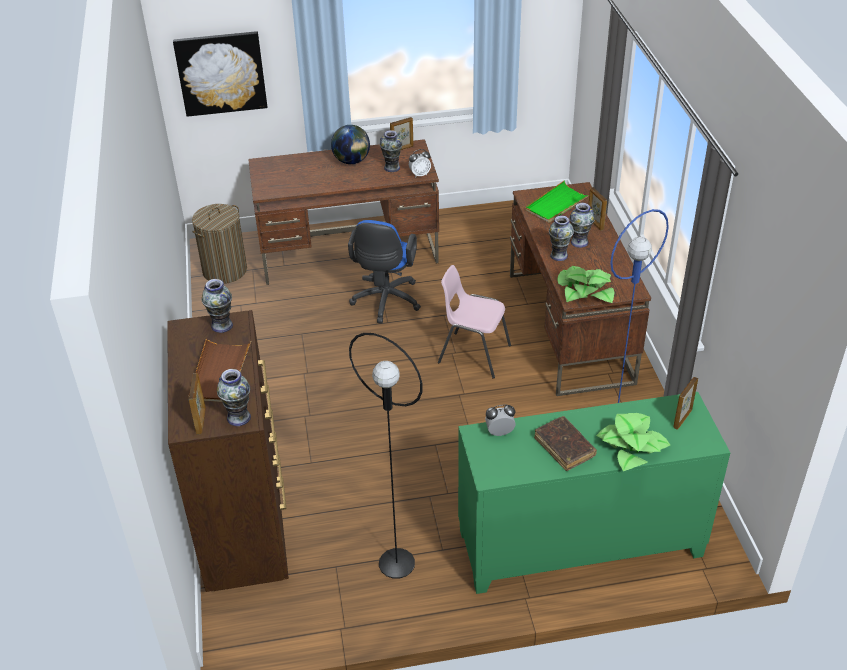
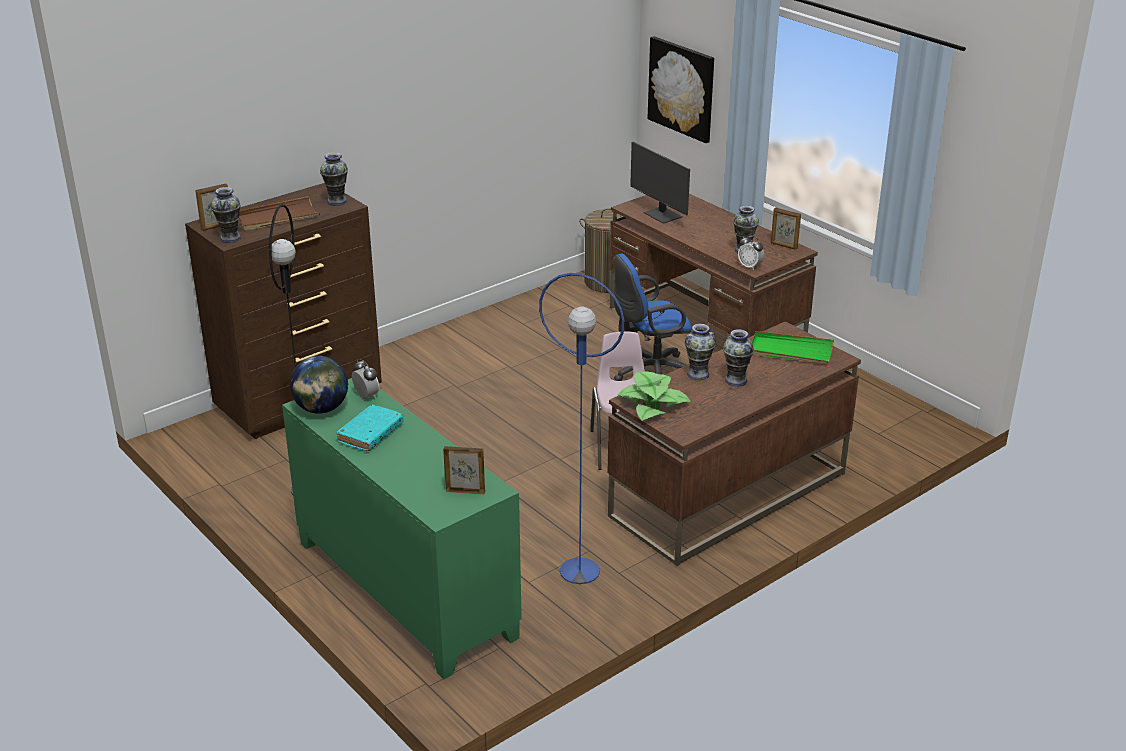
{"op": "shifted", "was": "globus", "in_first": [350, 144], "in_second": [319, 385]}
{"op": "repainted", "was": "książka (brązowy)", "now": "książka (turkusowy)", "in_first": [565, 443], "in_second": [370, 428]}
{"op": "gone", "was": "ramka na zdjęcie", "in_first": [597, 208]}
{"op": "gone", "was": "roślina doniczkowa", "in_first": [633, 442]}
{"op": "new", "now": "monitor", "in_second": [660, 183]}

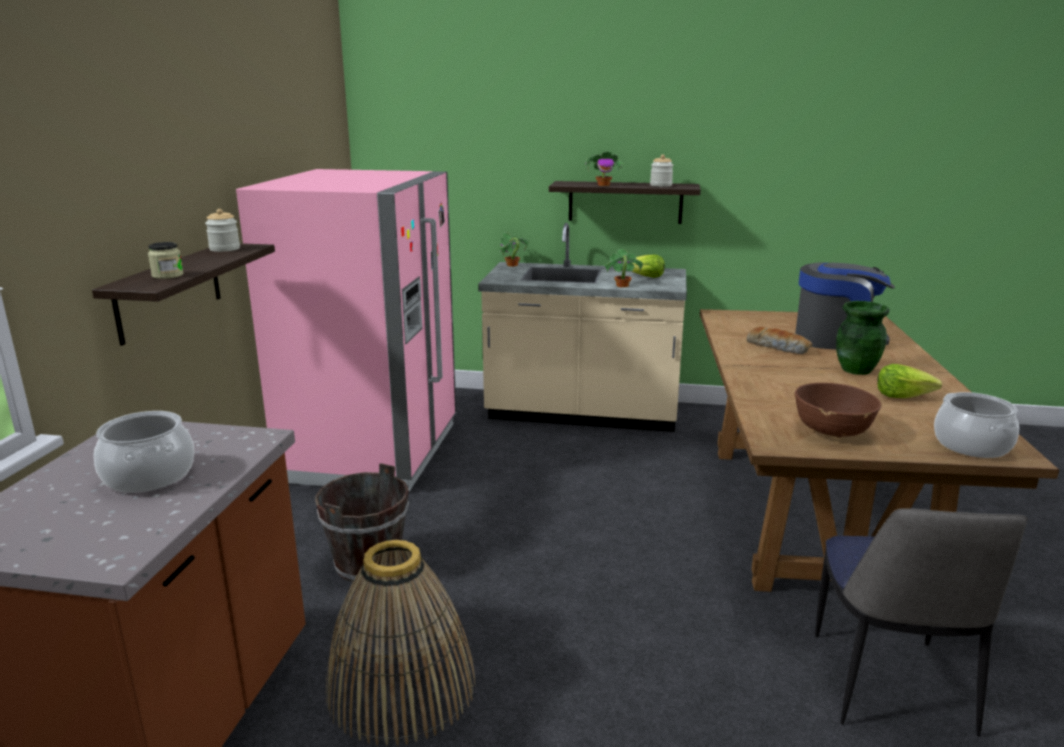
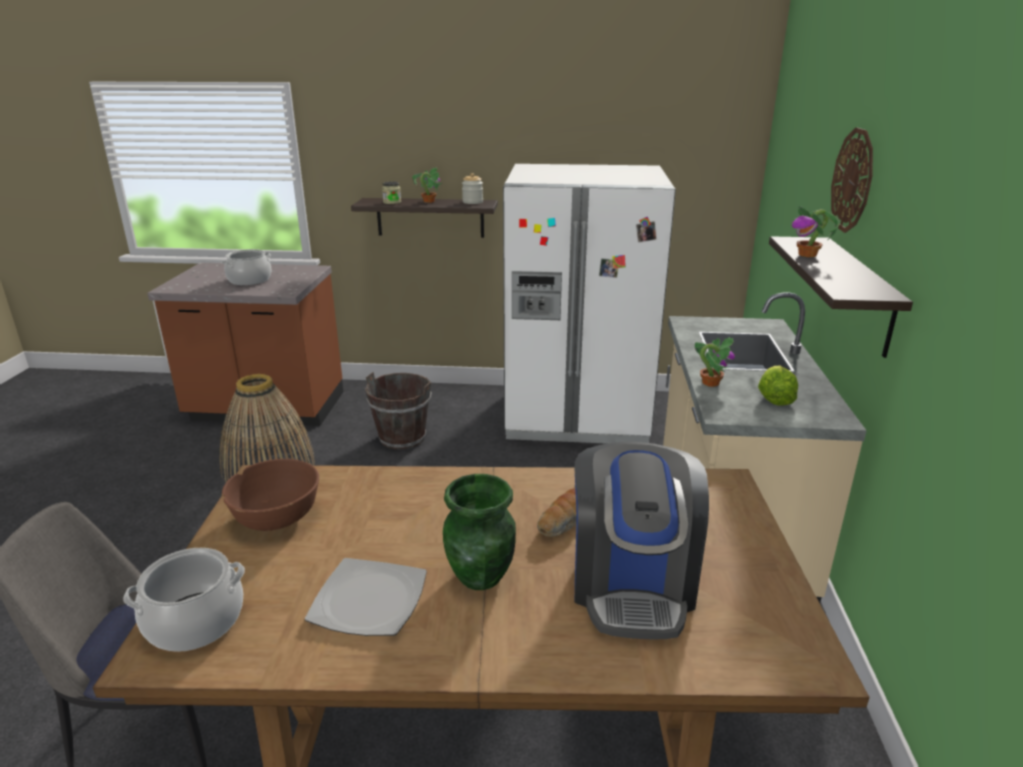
{"op": "repainted", "was": "lodówka (różowy)", "now": "lodówka (biały)", "in_first": [346, 330], "in_second": [589, 304]}
{"op": "shifted", "was": "roślina doniczkowa", "in_first": [512, 249], "in_second": [427, 185]}
{"op": "gone", "was": "słoik", "in_first": [662, 171]}
{"op": "swapped", "was": "sałata", "now": "talerz", "in_first": [909, 381], "in_second": [366, 597]}
{"op": "new", "now": "zegar ścienny", "in_second": [852, 180]}

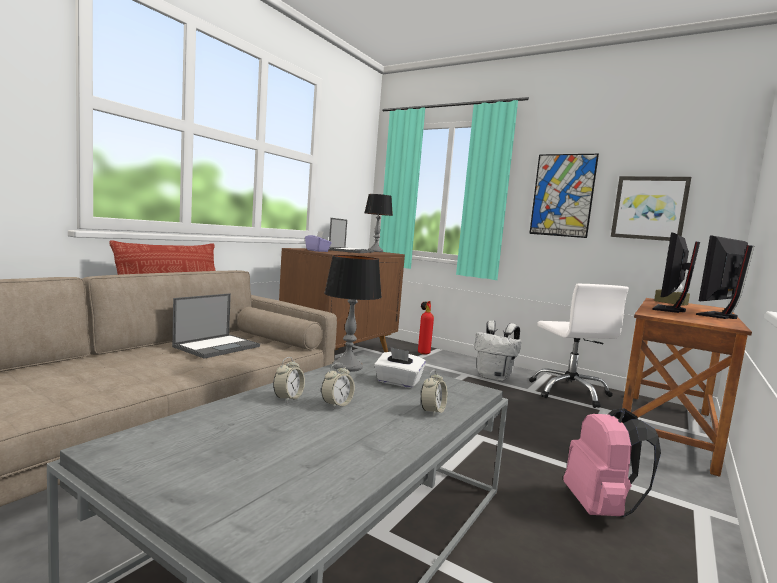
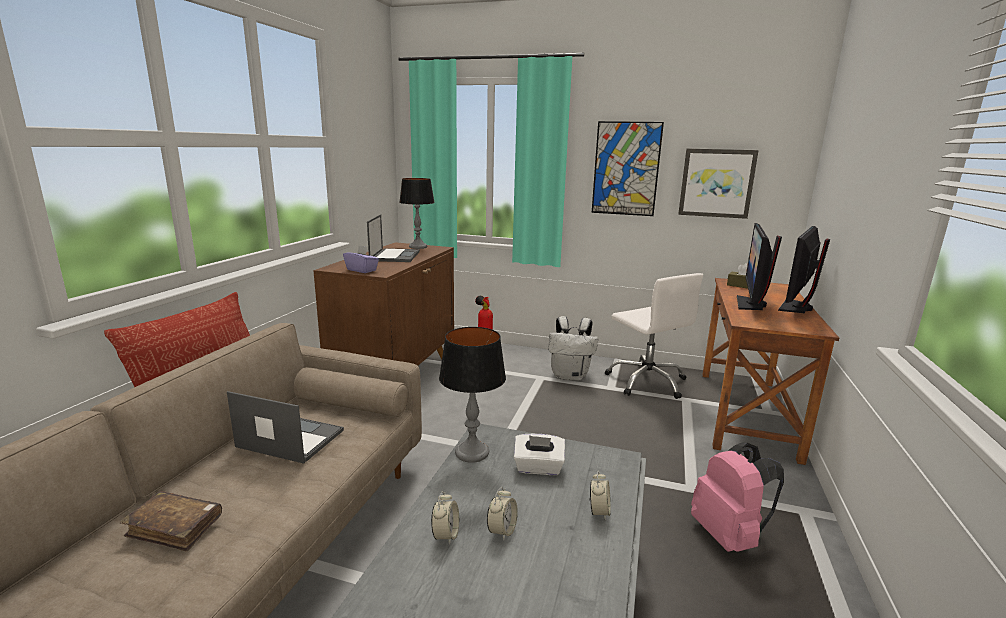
{"op": "rotated", "was": "laptop", "in_first": [216, 326], "in_second": [285, 427], "clockwise": -90}
{"op": "new", "now": "książka (brązowy)", "in_second": [171, 521]}

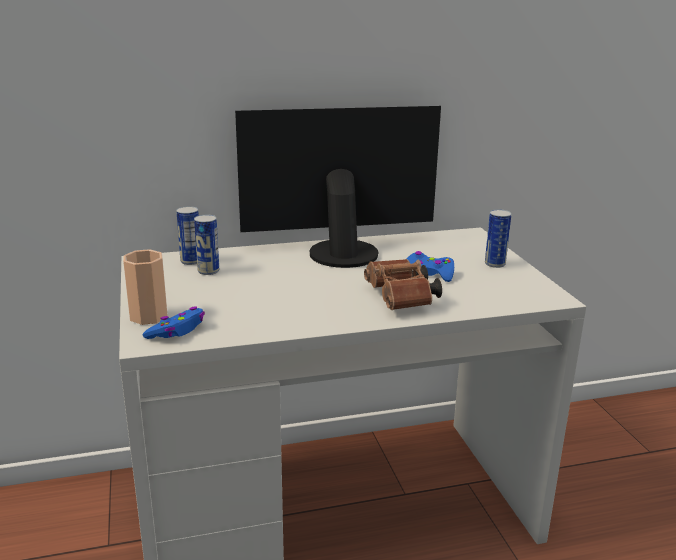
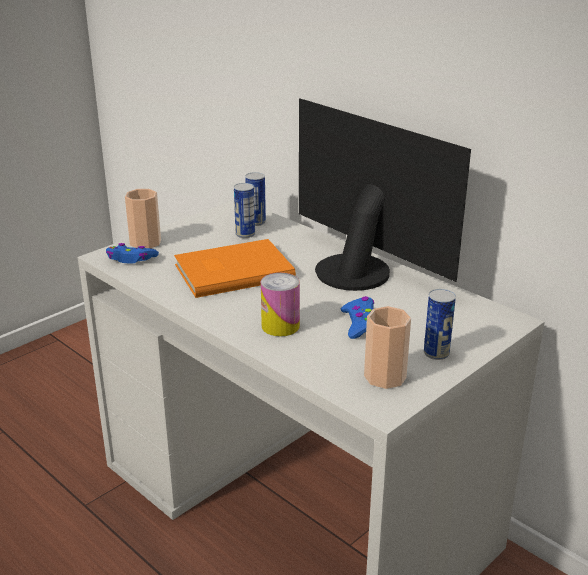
{"op": "swapped", "was": "lornetka (brązowy)", "now": "puszka", "in_first": [403, 284], "in_second": [280, 304]}
{"op": "new", "now": "książka (pomarańczowy)", "in_second": [235, 268]}
{"op": "new", "now": "filiżanka", "in_second": [387, 347]}

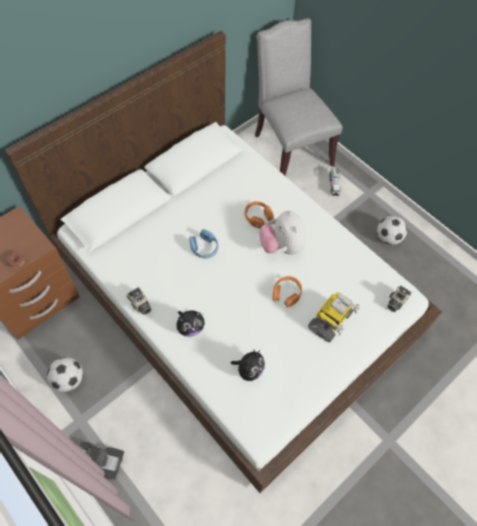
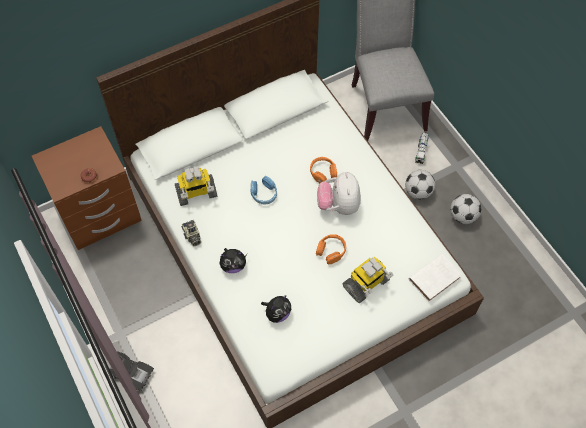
{"op": "shifted", "was": "piłka futbolowa", "in_first": [65, 374], "in_second": [420, 184]}
{"op": "swapped", "was": "aparat fotograficzny", "now": "książka (biały)", "in_first": [399, 298], "in_second": [435, 278]}
{"op": "new", "now": "robot zabawkowy", "in_second": [196, 186]}

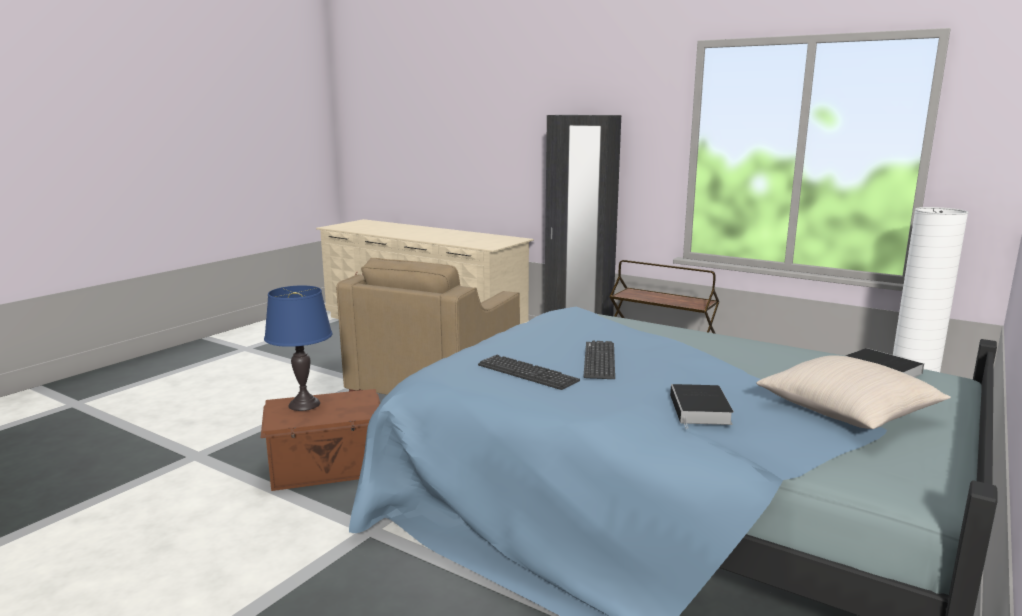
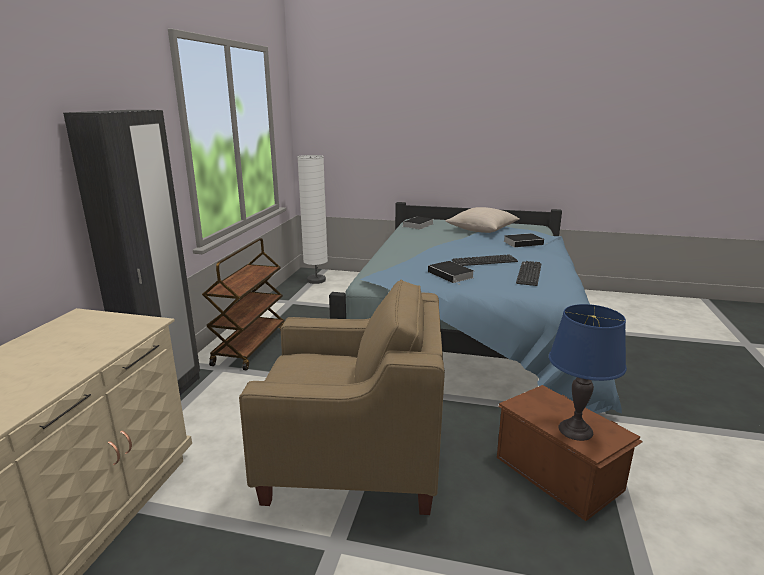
{"op": "new", "now": "książka", "in_second": [451, 272]}

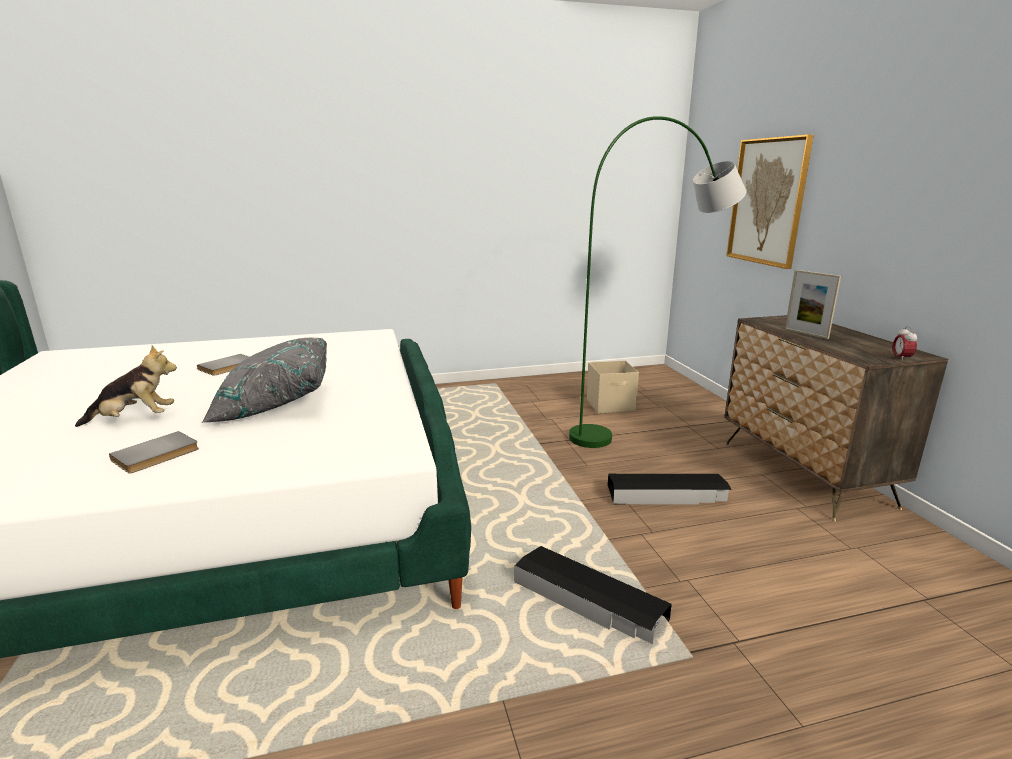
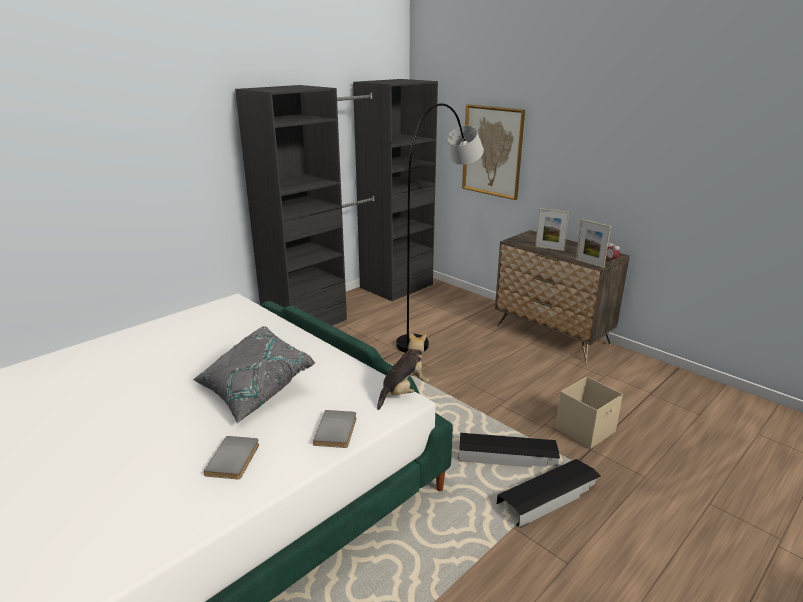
{"op": "shifted", "was": "pluszak", "in_first": [126, 386], "in_second": [403, 371]}
{"op": "shifted", "was": "książka (szary)", "in_first": [223, 365], "in_second": [334, 429]}
{"op": "repainted", "was": "lampa stojąca (zielony)", "now": "lampa stojąca (szary)", "in_first": [658, 282], "in_second": [440, 228]}
{"op": "shifted", "was": "pojemnik do przechowywania (beżowy)", "in_first": [613, 387], "in_second": [589, 412]}
{"op": "shifted", "was": "pojemnik do przechowywania (czarny)", "in_first": [669, 489], "in_second": [549, 493]}
{"op": "new", "now": "szafa (czarny)", "in_second": [336, 202]}
{"op": "new", "now": "ramka na zdjęcie", "in_second": [593, 243]}

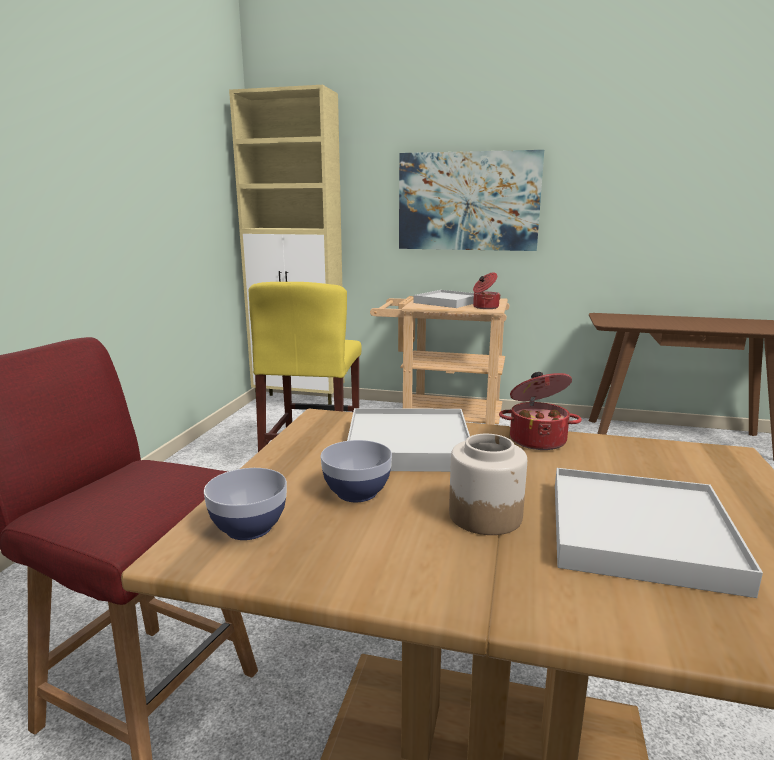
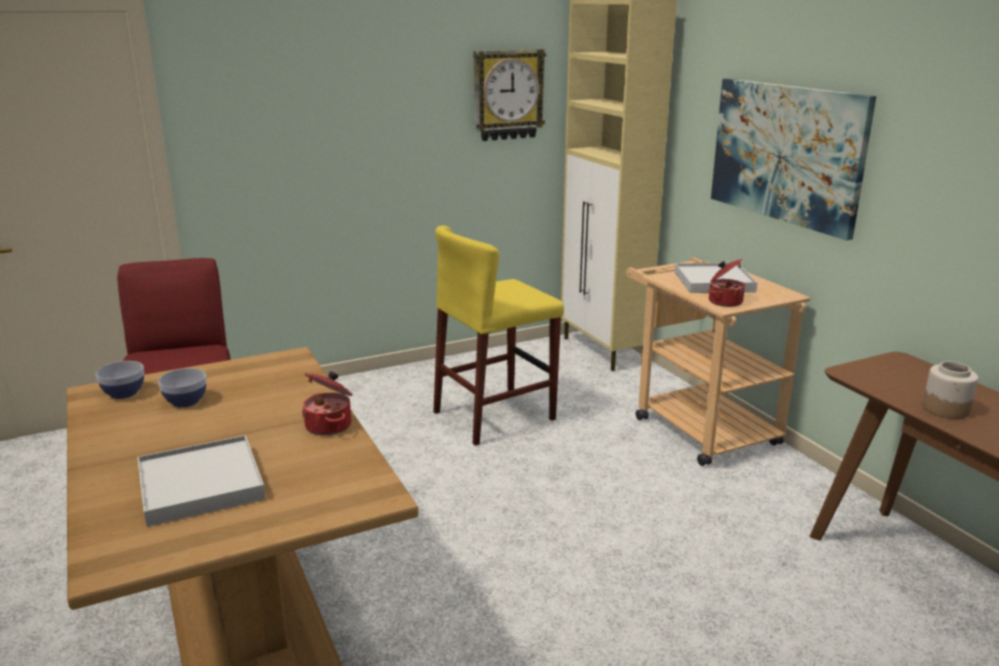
{"op": "gone", "was": "taca (biały)", "in_first": [408, 440]}
{"op": "shifted", "was": "słoik", "in_first": [488, 484], "in_second": [950, 390]}
{"op": "new", "now": "zegar ścienny", "in_second": [510, 95]}

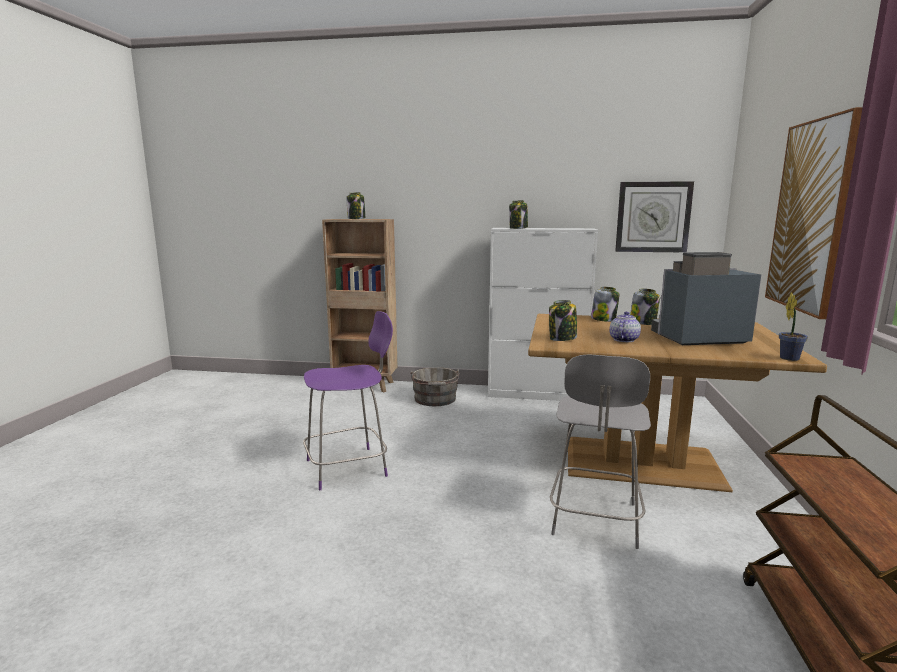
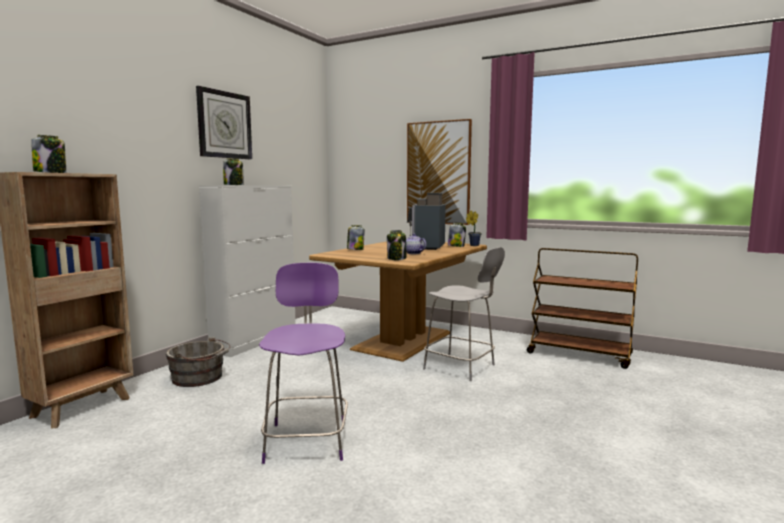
{"op": "shifted", "was": "zegar ścienny", "in_first": [654, 217], "in_second": [224, 122]}
{"op": "shifted", "was": "słoik", "in_first": [645, 306], "in_second": [457, 235]}

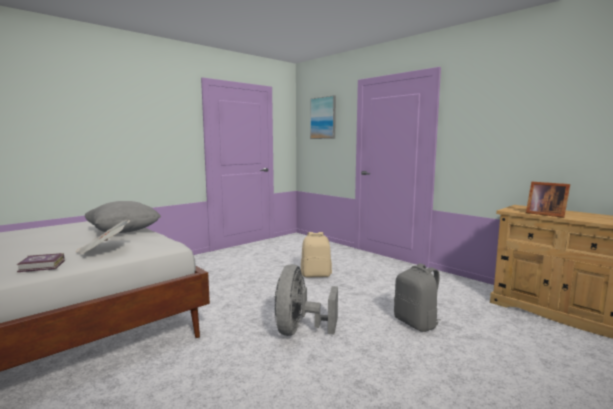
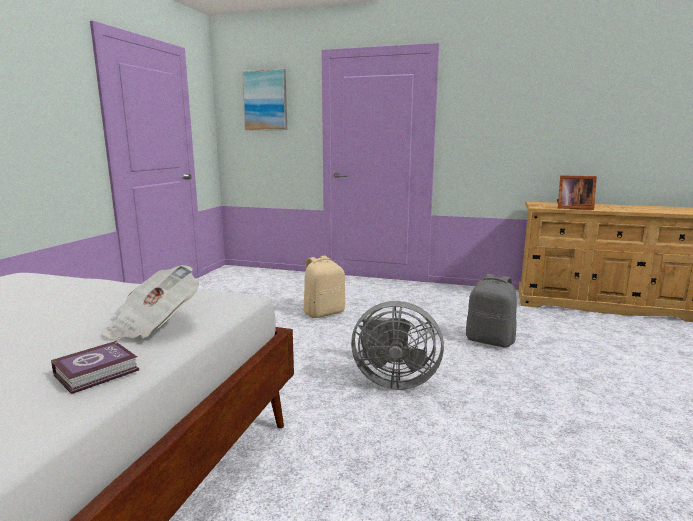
{"op": "gone", "was": "poduszka (szary)", "in_first": [123, 217]}
{"op": "rotated", "was": "wentylator (szary)", "in_first": [306, 300], "in_second": [397, 345], "clockwise": -60}

